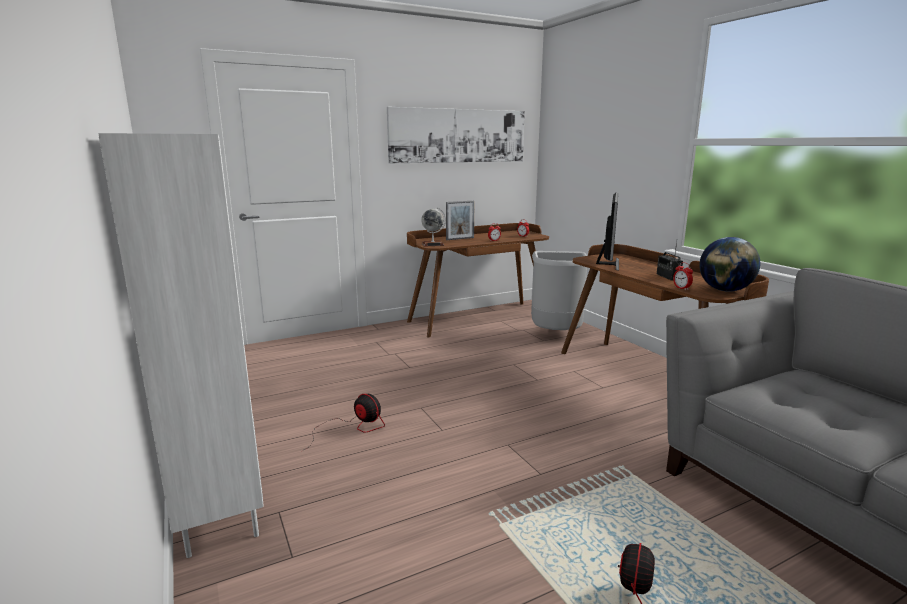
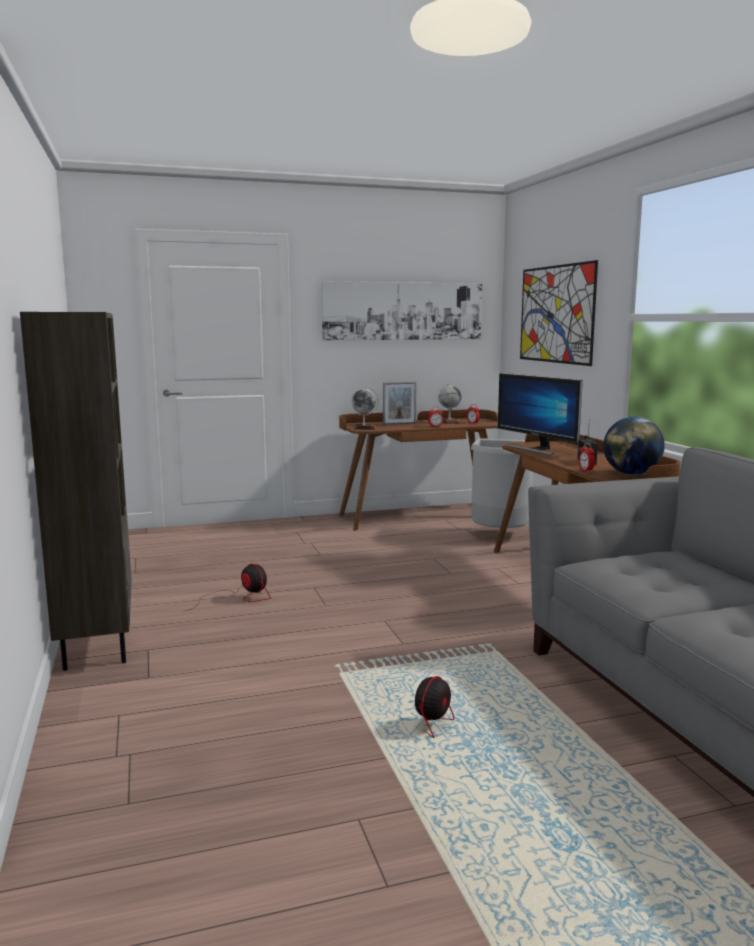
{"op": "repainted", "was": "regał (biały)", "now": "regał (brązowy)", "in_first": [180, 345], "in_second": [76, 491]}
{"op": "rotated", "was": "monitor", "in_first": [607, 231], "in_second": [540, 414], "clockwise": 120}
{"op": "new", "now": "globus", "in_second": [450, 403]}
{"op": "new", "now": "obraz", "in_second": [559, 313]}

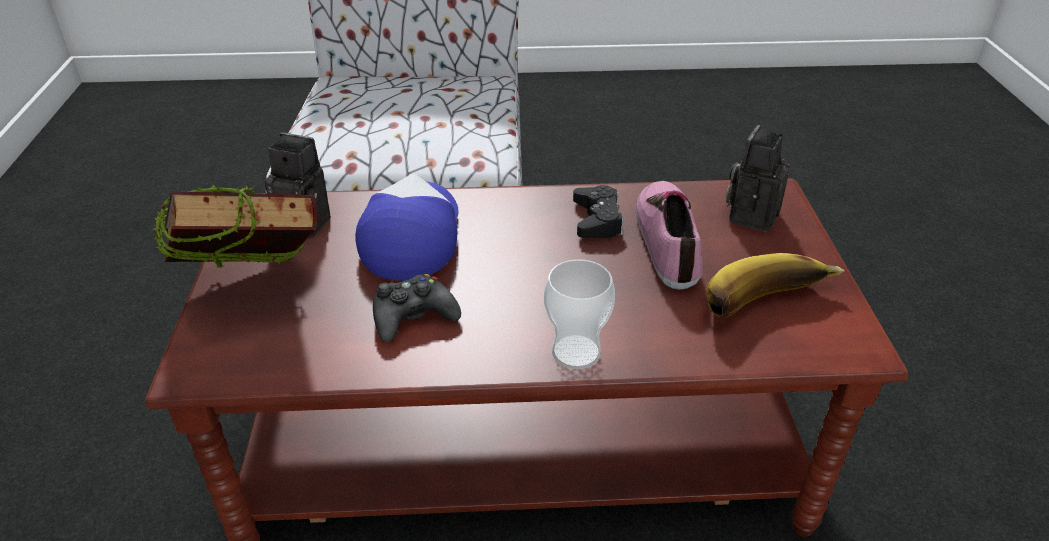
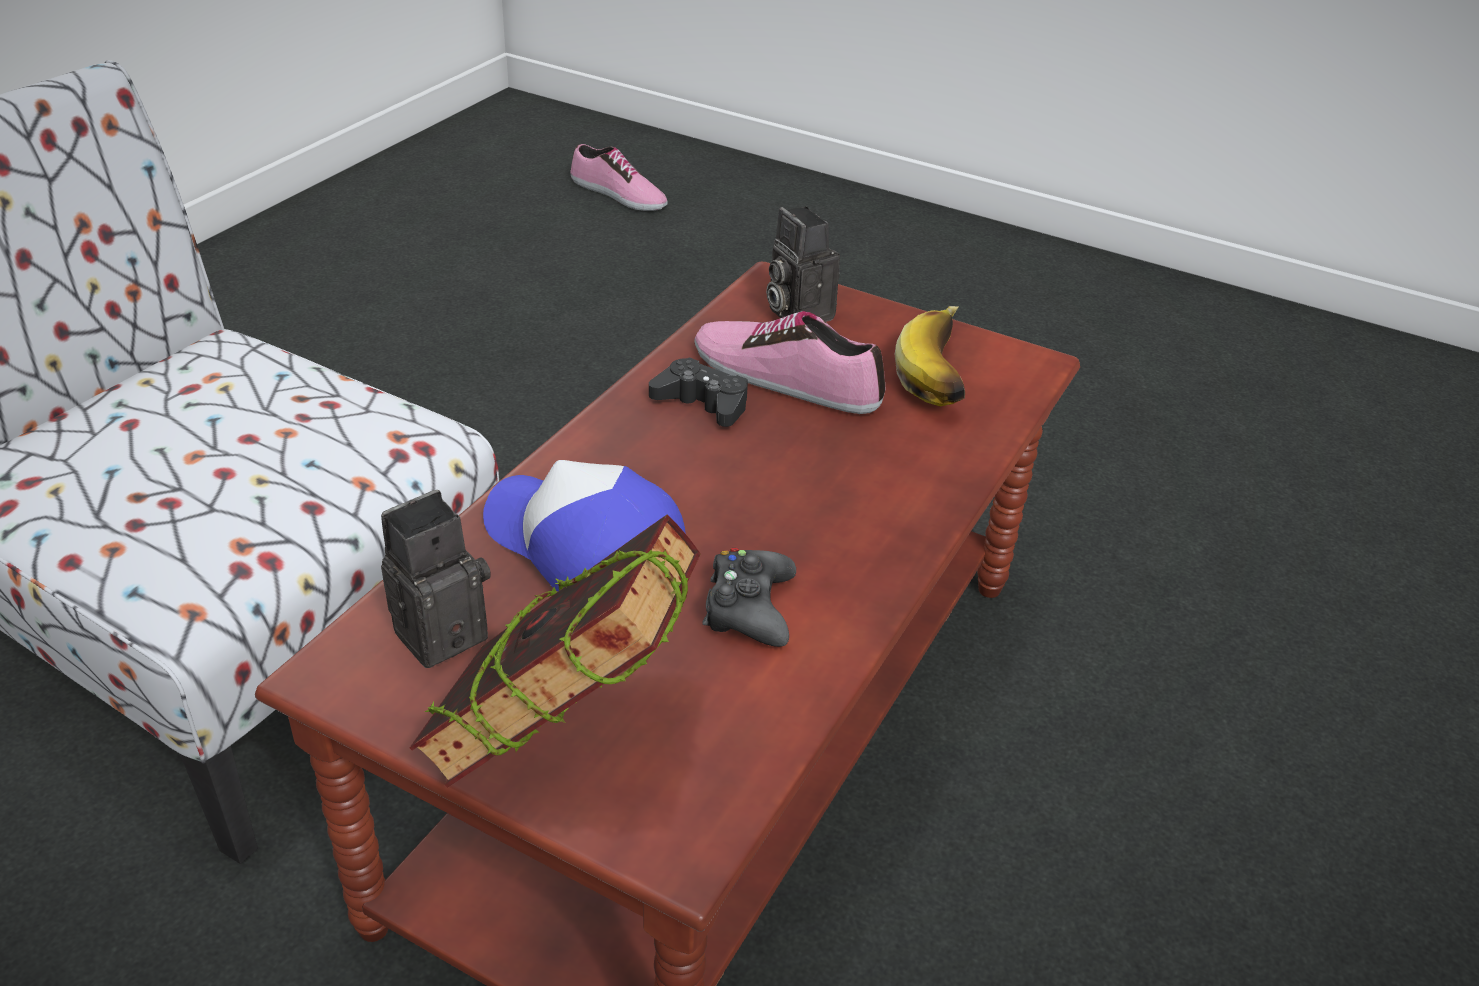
{"op": "gone", "was": "filiżanka", "in_first": [579, 314]}
{"op": "new", "now": "but", "in_second": [619, 177]}

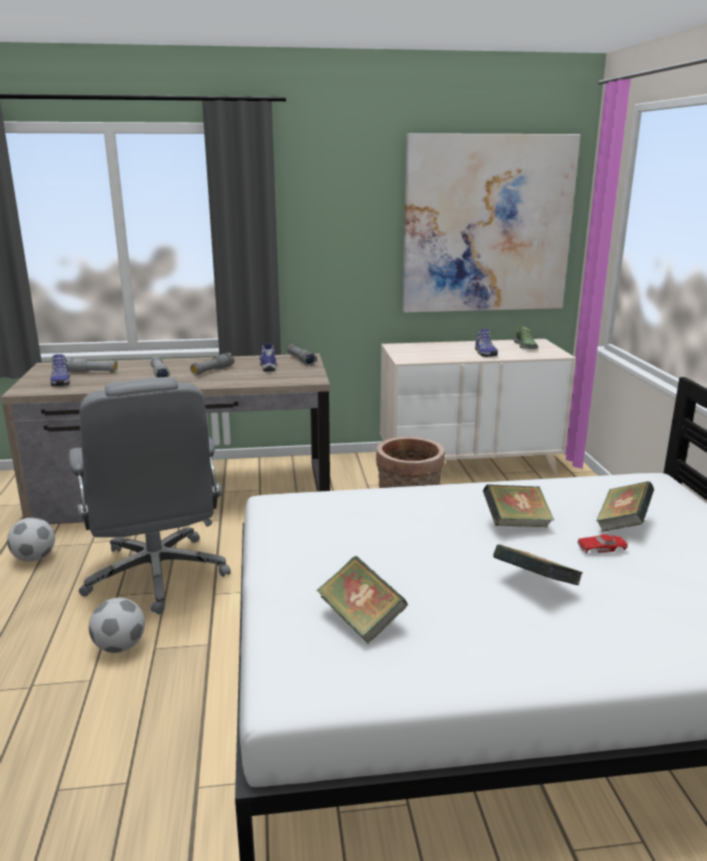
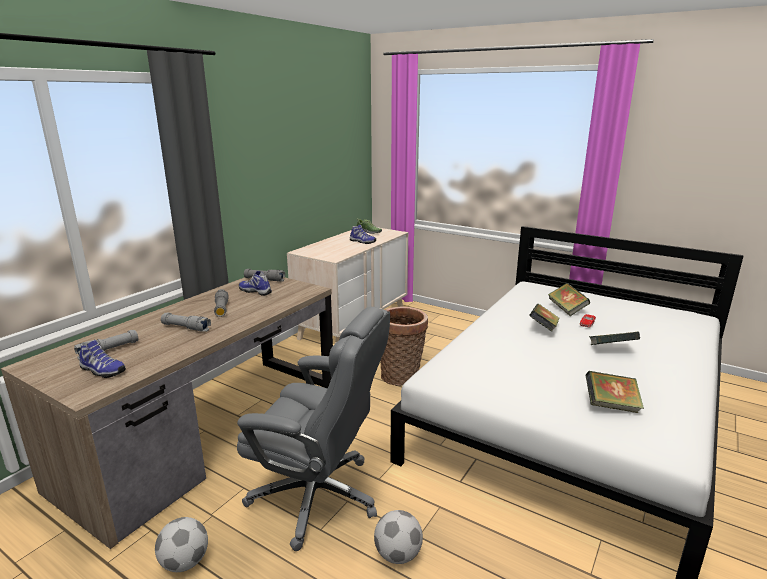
{"op": "gone", "was": "obraz", "in_first": [491, 223]}

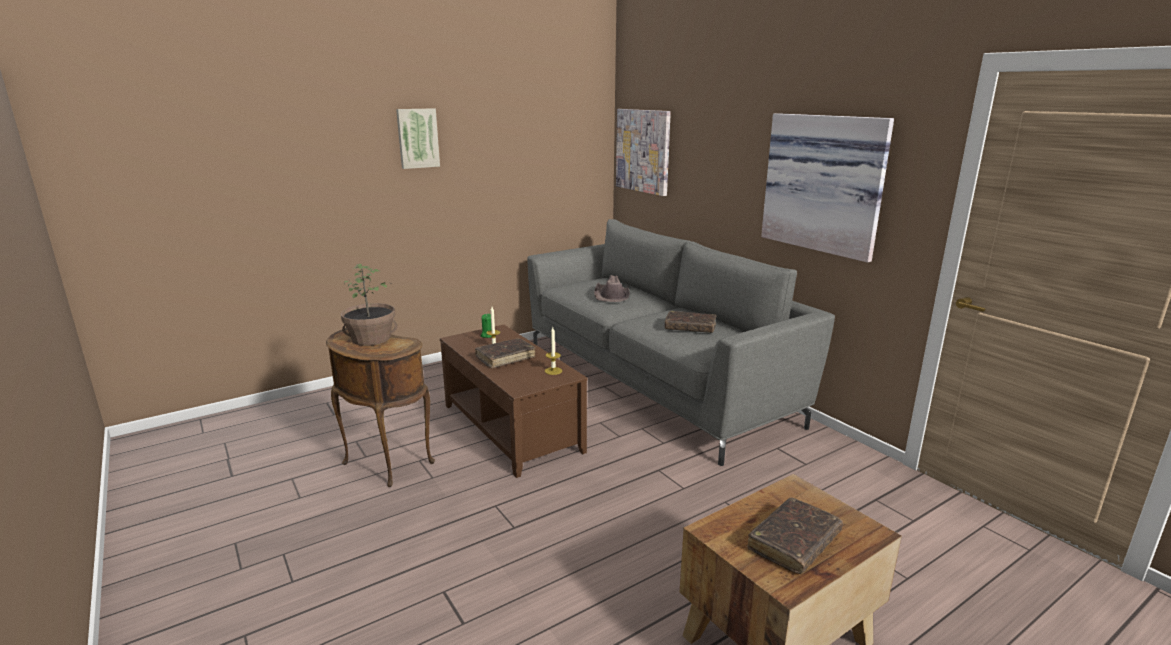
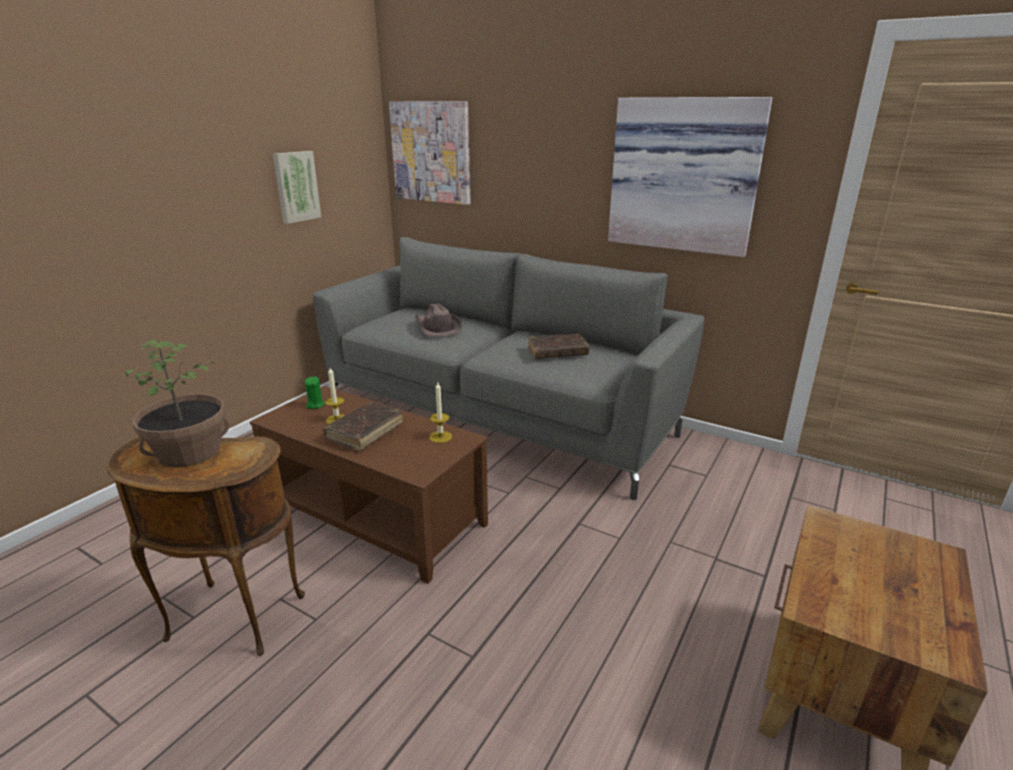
{"op": "shifted", "was": "obraz", "in_first": [418, 138], "in_second": [297, 187]}
{"op": "gone", "was": "książka (brązowy)", "in_first": [795, 535]}

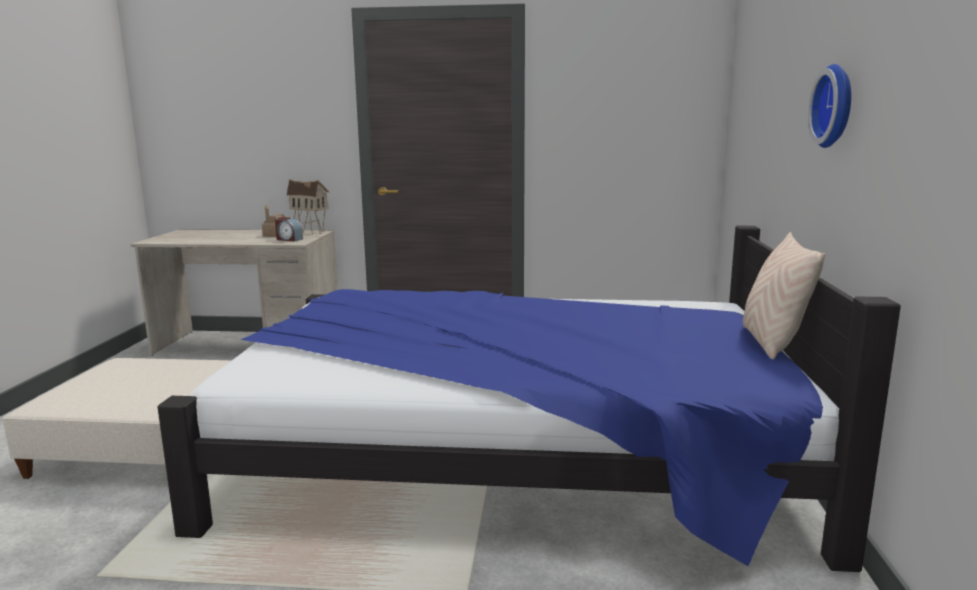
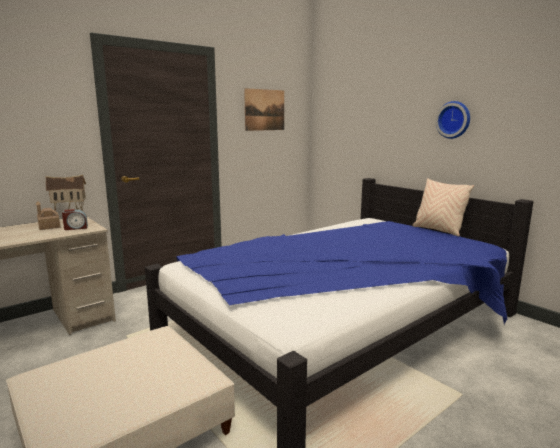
{"op": "new", "now": "obraz", "in_second": [264, 109]}

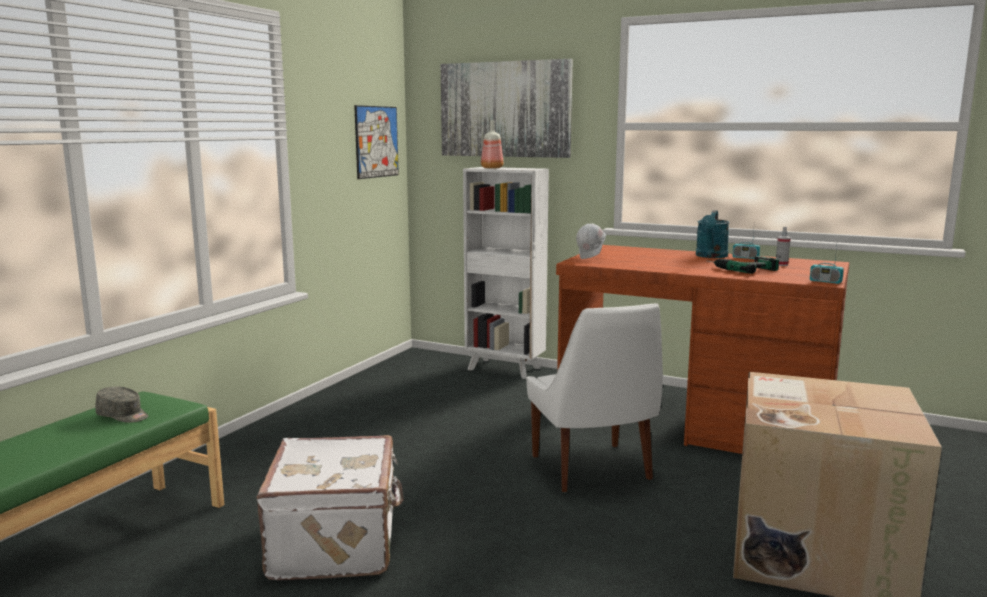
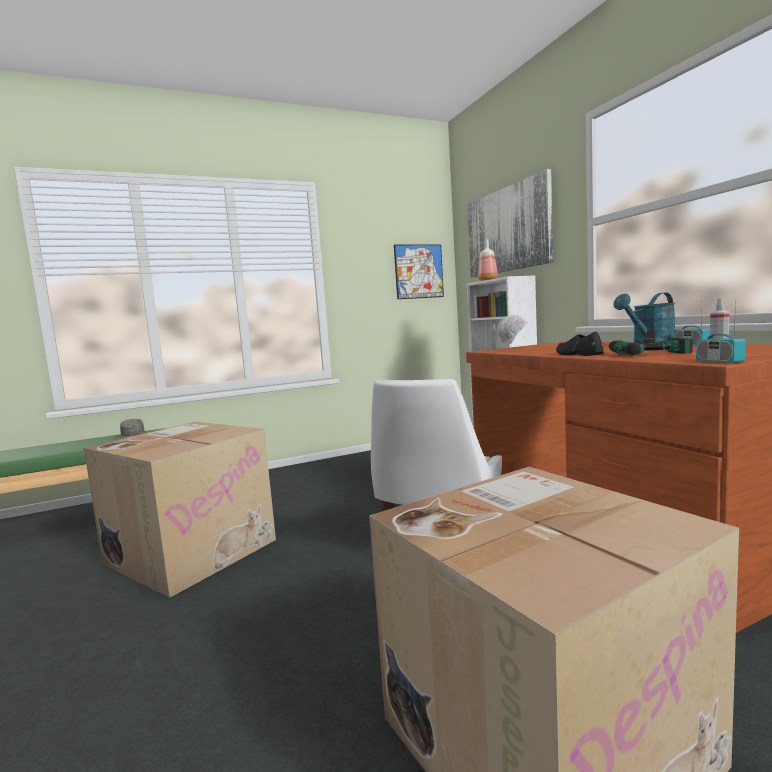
{"op": "swapped", "was": "walizka (biały)", "now": "karton", "in_first": [330, 507], "in_second": [180, 510]}
{"op": "new", "now": "but (czarny)", "in_second": [580, 344]}

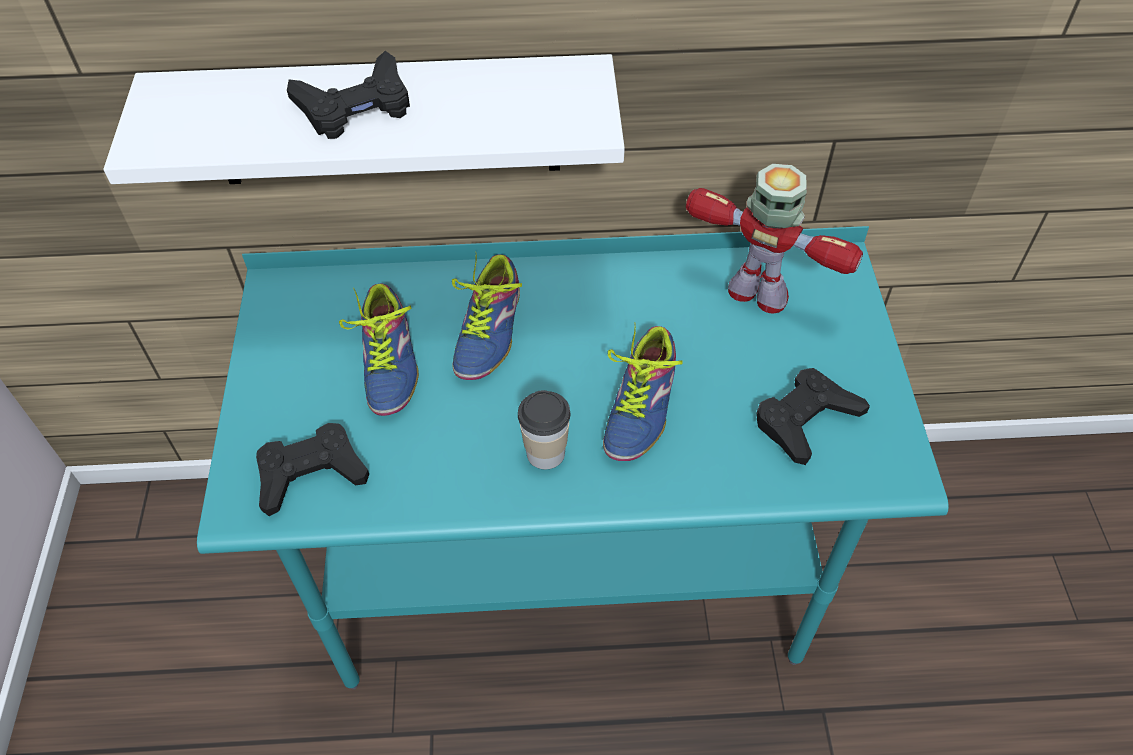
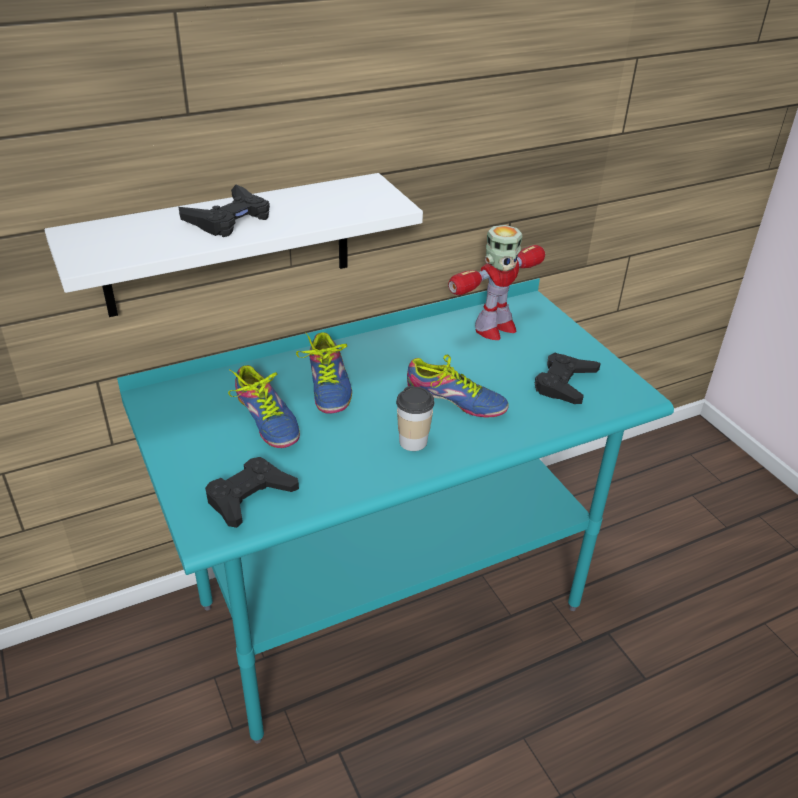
{"op": "rotated", "was": "but", "in_first": [642, 392], "in_second": [458, 385], "clockwise": -60}
{"op": "rotated", "was": "robot zabawkowy", "in_first": [774, 239], "in_second": [496, 282], "clockwise": 135}

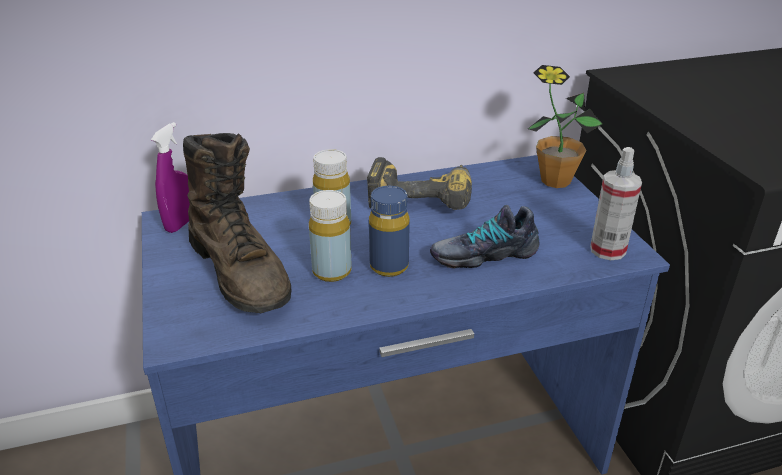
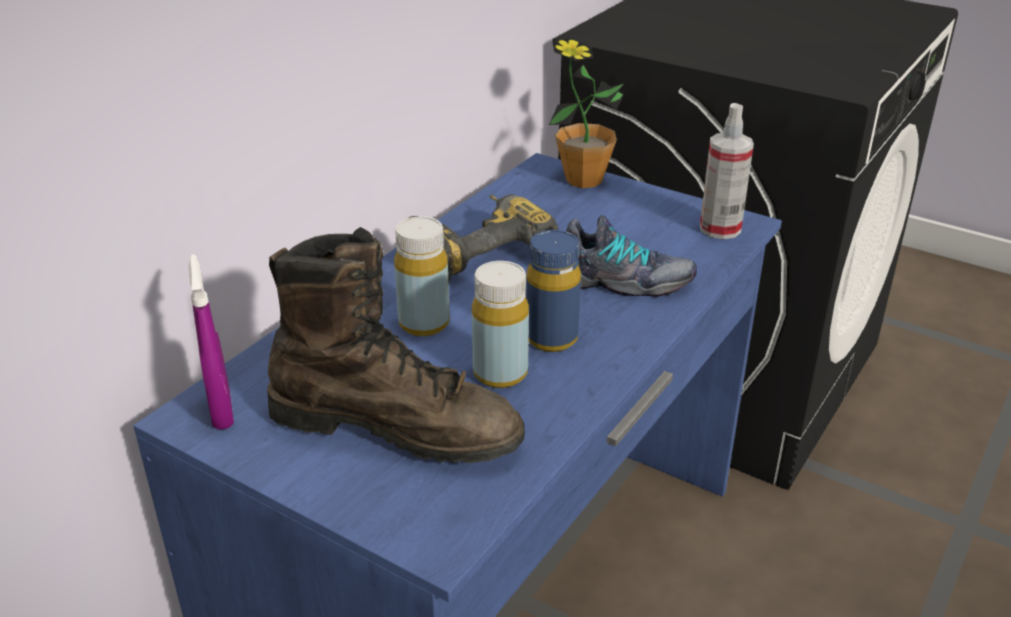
{"op": "rotated", "was": "but", "in_first": [484, 236], "in_second": [631, 256], "clockwise": -120}

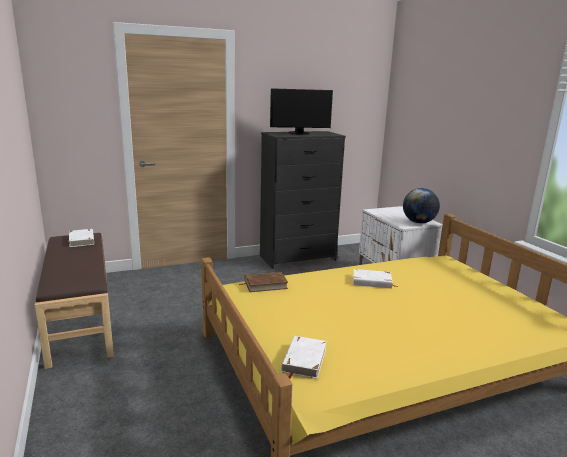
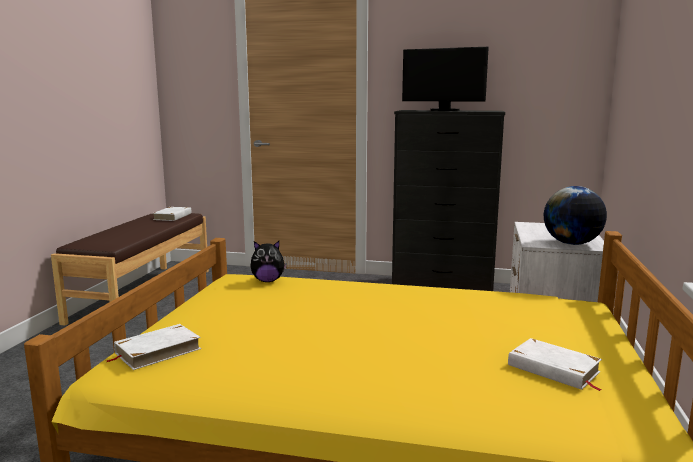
{"op": "swapped", "was": "książka (brązowy)", "now": "pluszak", "in_first": [263, 282], "in_second": [268, 261]}
{"op": "shifted", "was": "książka (biały)", "in_first": [375, 278], "in_second": [555, 364]}

